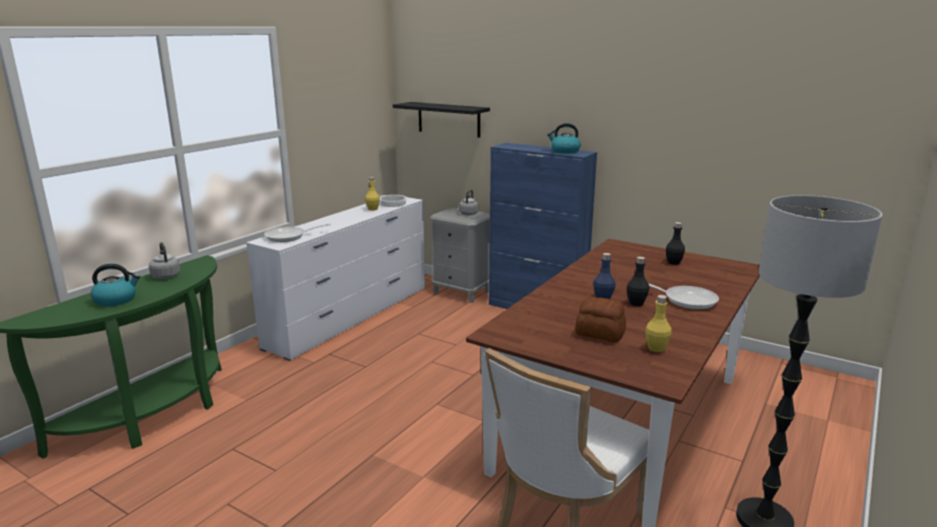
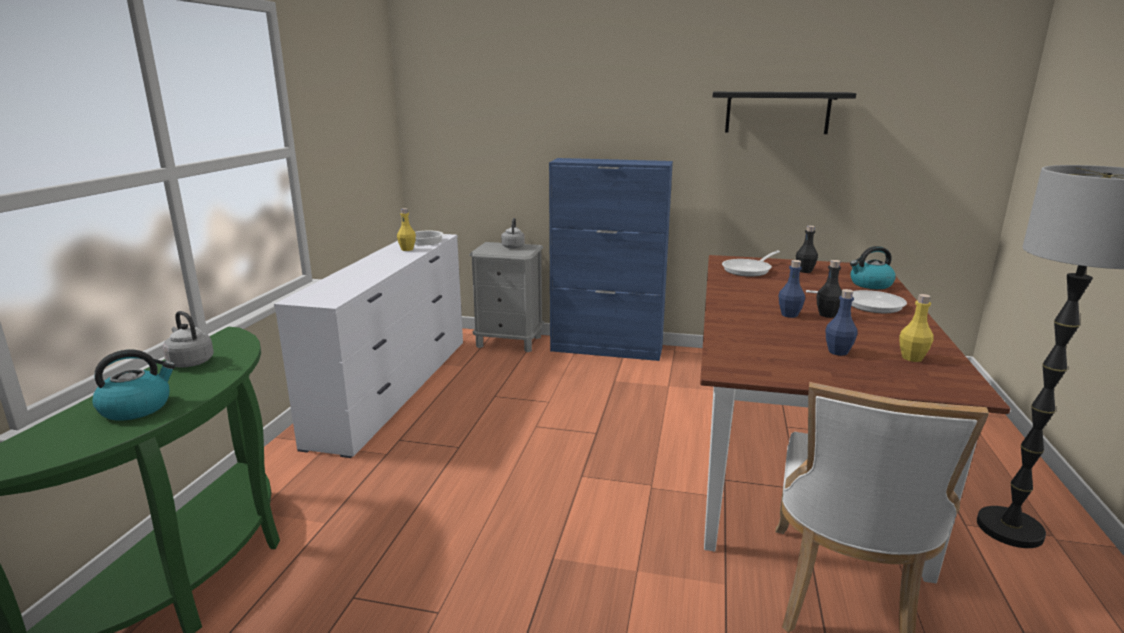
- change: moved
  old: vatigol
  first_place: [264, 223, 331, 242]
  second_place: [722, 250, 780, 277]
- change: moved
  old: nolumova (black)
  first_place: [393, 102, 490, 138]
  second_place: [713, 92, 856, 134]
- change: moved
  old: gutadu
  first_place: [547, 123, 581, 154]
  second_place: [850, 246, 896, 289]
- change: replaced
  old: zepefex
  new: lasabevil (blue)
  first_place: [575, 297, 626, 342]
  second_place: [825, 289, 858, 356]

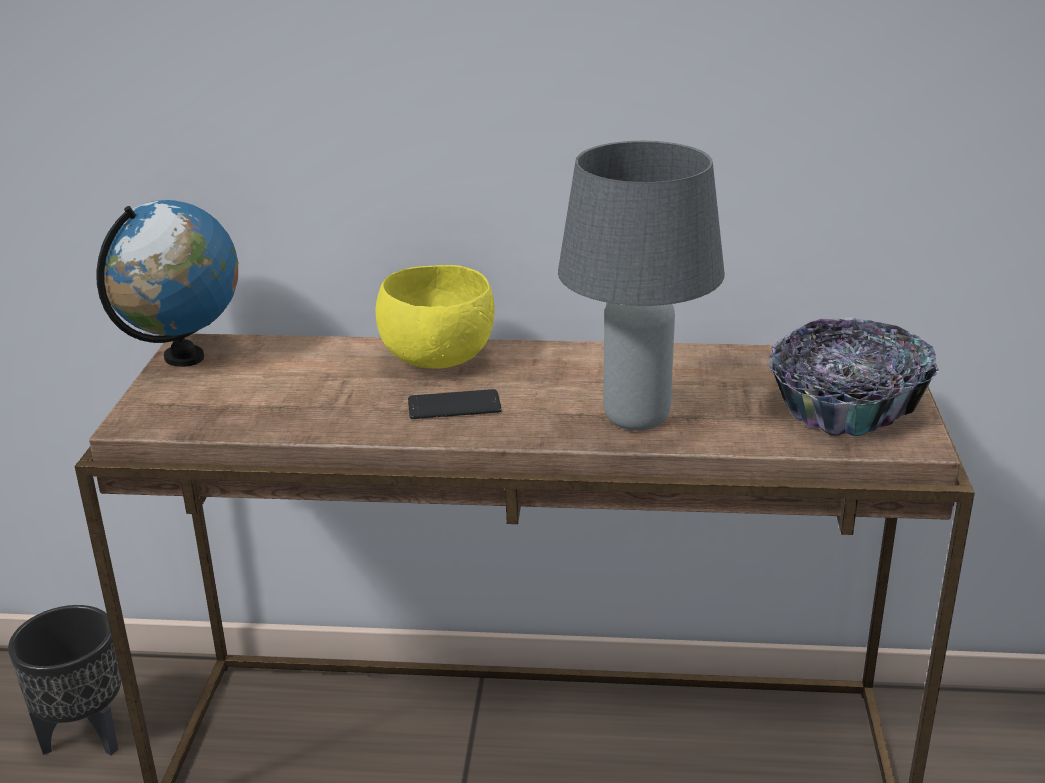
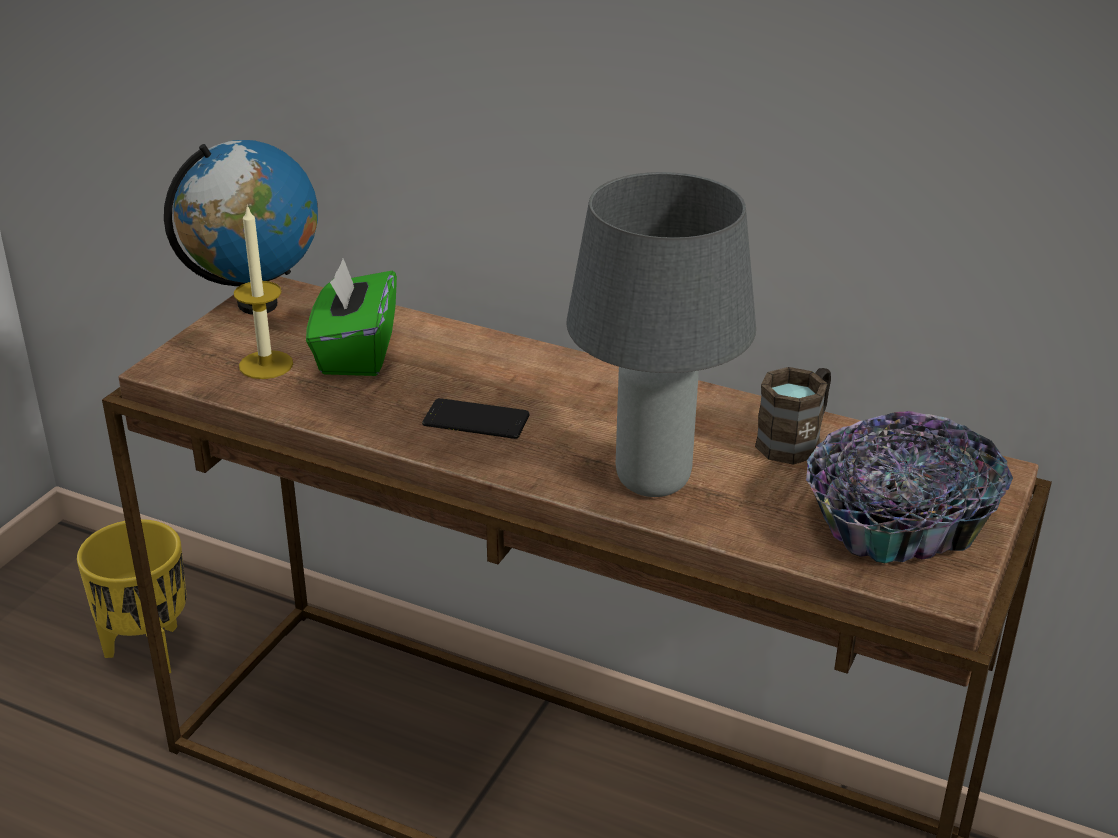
- change: removed
  old: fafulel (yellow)
  first_place: [376, 265, 495, 369]
- change: added
  new: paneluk
  second_place: [234, 204, 293, 379]
- change: added
  new: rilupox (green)
  second_place: [306, 259, 397, 376]
- change: added
  new: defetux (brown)
  second_place: [755, 367, 831, 464]
- change: recoloured
  old: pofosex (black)
  new: pofosex (yellow)
  first_place: [8, 605, 121, 755]
  second_place: [77, 519, 186, 674]

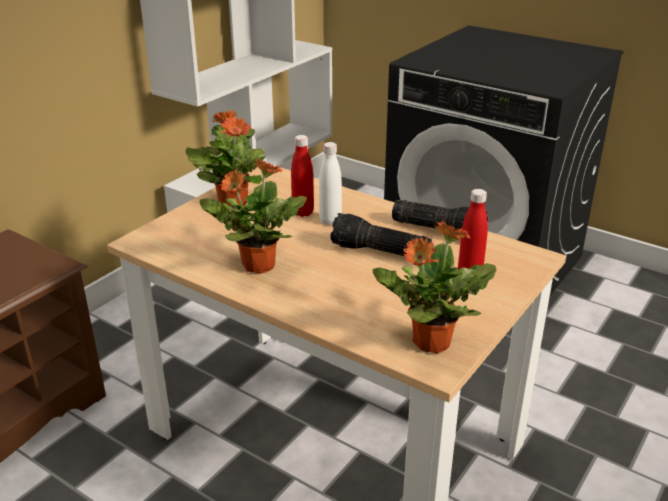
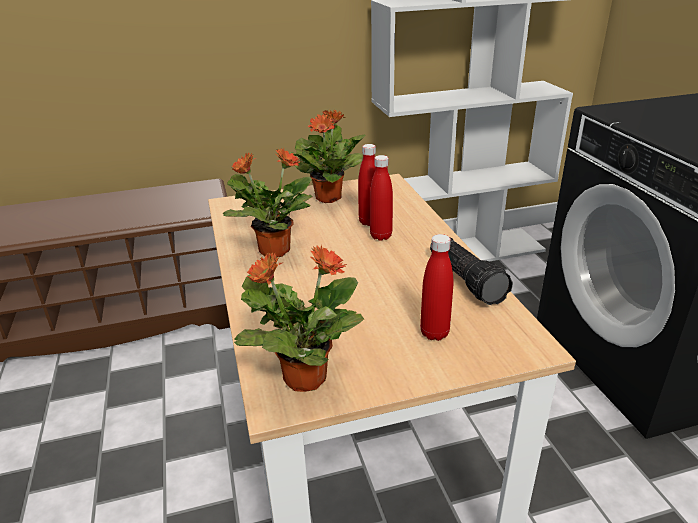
- change: removed
  old: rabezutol
  first_place: [331, 213, 432, 257]
- change: recoloured
  old: lasabevil (white)
  new: lasabevil (red)
  first_place: [319, 142, 342, 225]
  second_place: [370, 155, 393, 241]

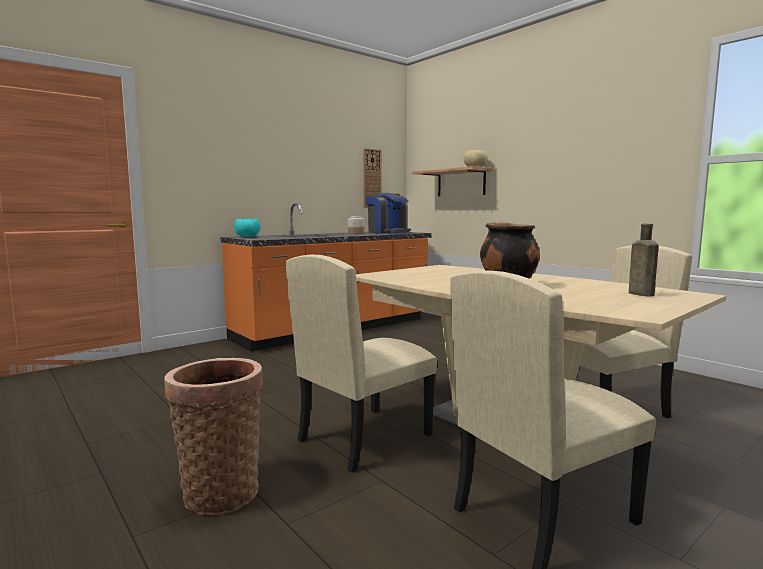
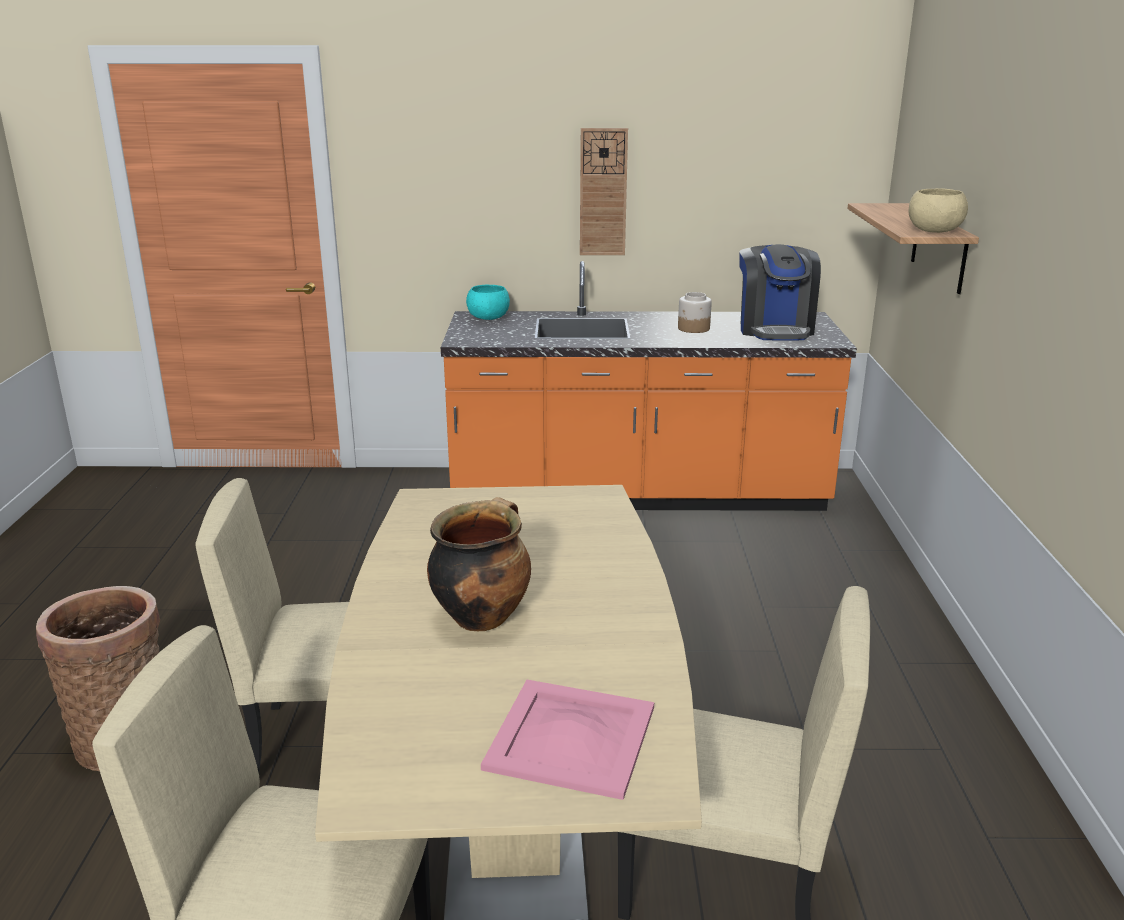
- change: moved
  old: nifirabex
  first_place: [363, 148, 381, 208]
  second_place: [580, 128, 628, 255]
- change: replaced
  old: lasabevil (brown)
  new: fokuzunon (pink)
  first_place: [629, 224, 659, 297]
  second_place: [481, 680, 654, 800]

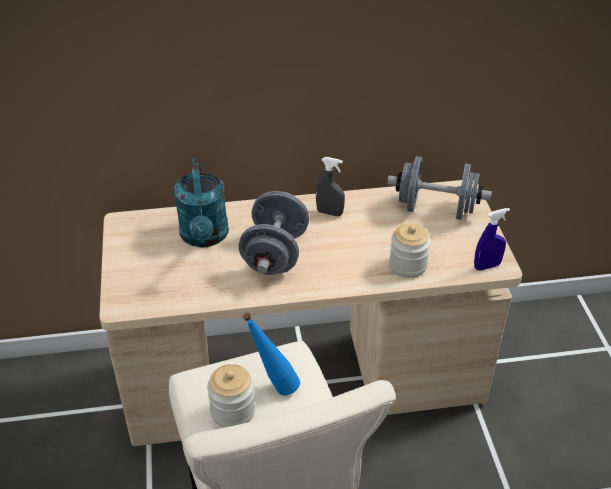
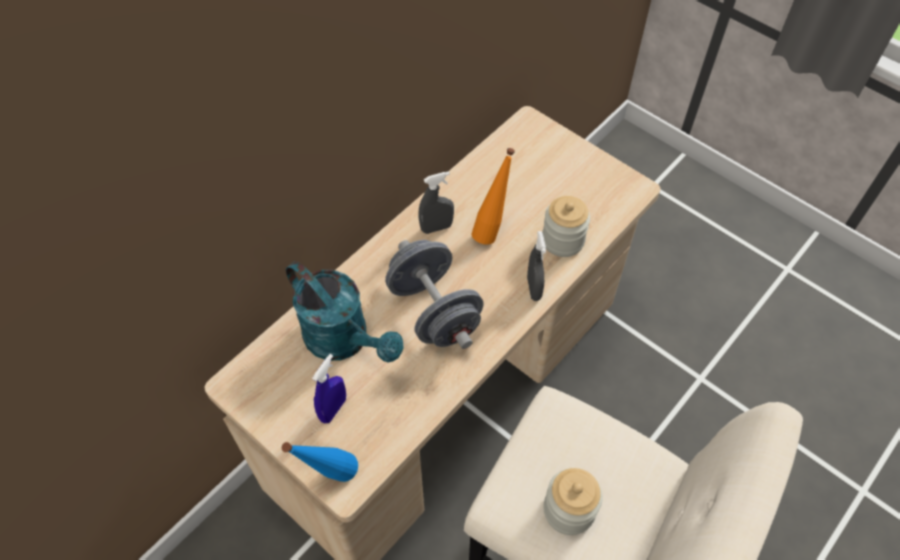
- change: removed
  old: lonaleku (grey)
  first_place: [387, 156, 492, 220]
- change: added
  new: lasabevil (orange)
  second_place: [471, 148, 515, 245]
- change: added
  new: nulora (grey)
  second_place: [527, 231, 546, 301]
- change: moved
  old: lasabevil (blue)
  first_place: [243, 313, 300, 395]
  second_place: [282, 442, 358, 482]
- change: moved
  old: nulora (blue)
  first_place: [474, 208, 510, 271]
  second_place: [312, 354, 346, 423]

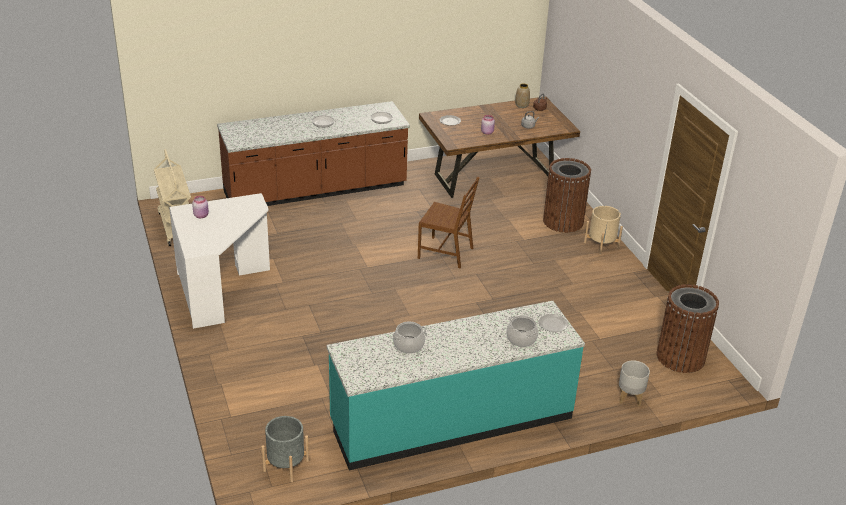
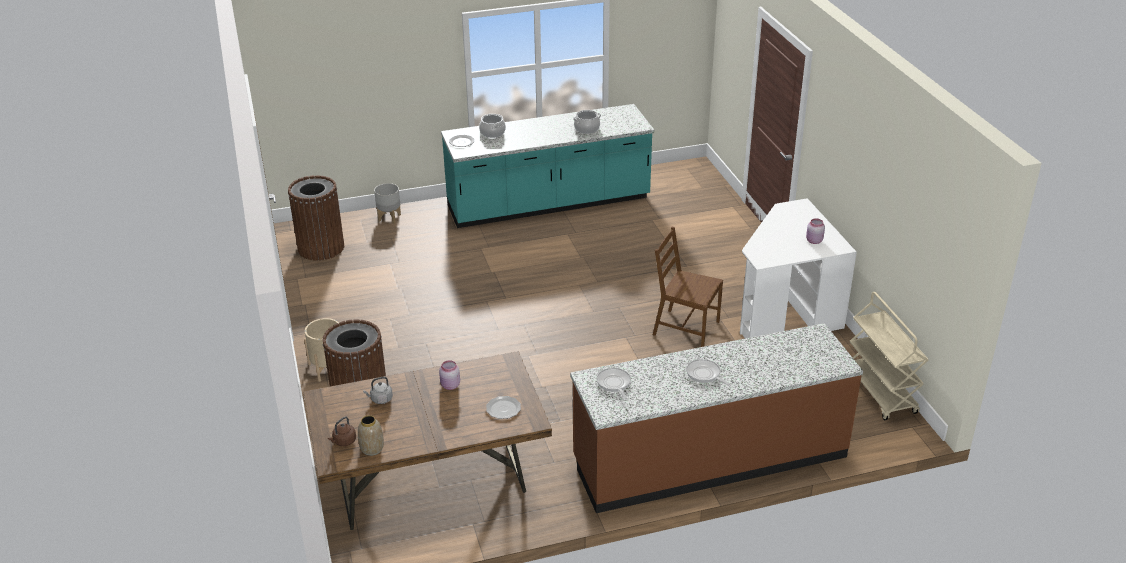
- change: removed
  old: pofosex (grey)
  first_place: [261, 416, 309, 482]
- change: moved
  old: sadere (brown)
  first_place: [418, 177, 480, 268]
  second_place: [653, 227, 723, 347]

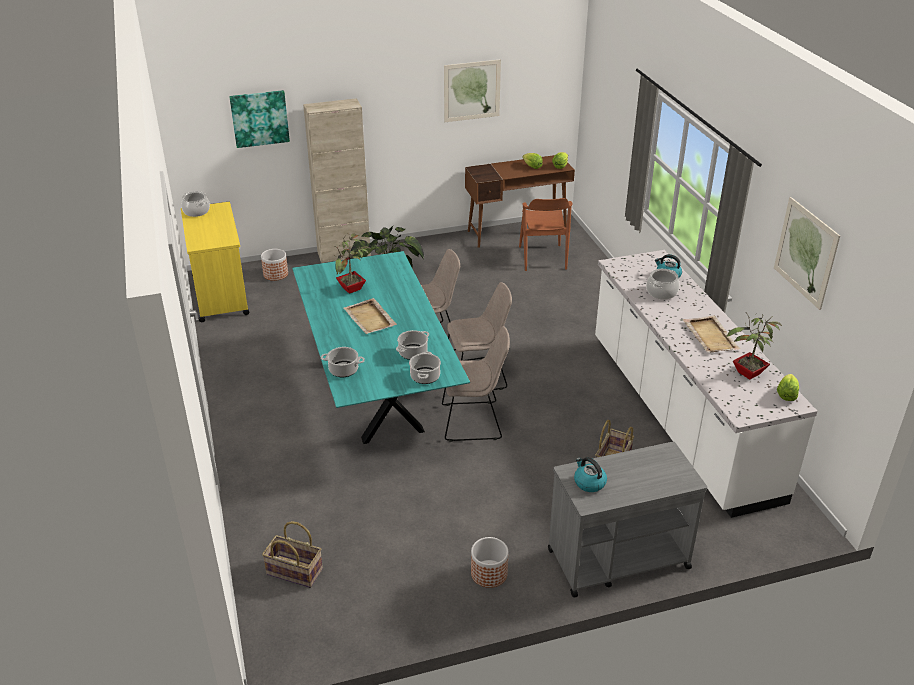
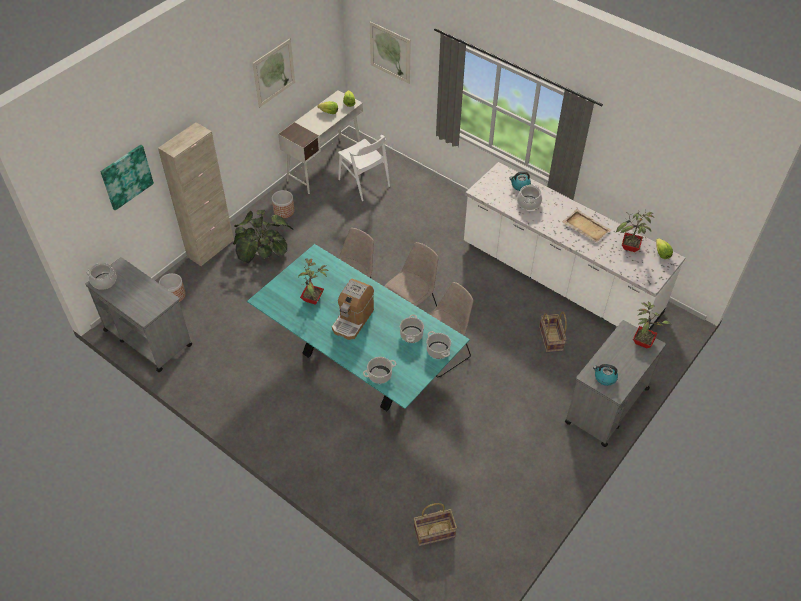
- change: added
  new: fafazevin
  second_place: [633, 302, 671, 348]
- change: moved
  old: pofosex
  first_place: [471, 537, 509, 588]
  second_place: [272, 190, 294, 218]
- change: moved
  old: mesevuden
  first_place: [774, 197, 840, 310]
  second_place: [370, 21, 411, 84]
- change: replaced
  old: fokuzunon (beige)
  new: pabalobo
  first_place: [343, 298, 397, 334]
  second_place: [332, 278, 374, 340]
- change: recoloured
  old: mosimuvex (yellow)
  new: mosimuvex (grey)
  first_place: [181, 202, 250, 322]
  second_place: [86, 257, 192, 372]
- change: recoloured
  old: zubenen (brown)
  new: zubenen (white)
  first_place: [465, 155, 575, 248]
  second_place: [278, 90, 363, 194]
- change: recoloured
  old: sadere (brown)
  new: sadere (white)
  first_place: [519, 198, 573, 271]
  second_place: [338, 135, 390, 201]

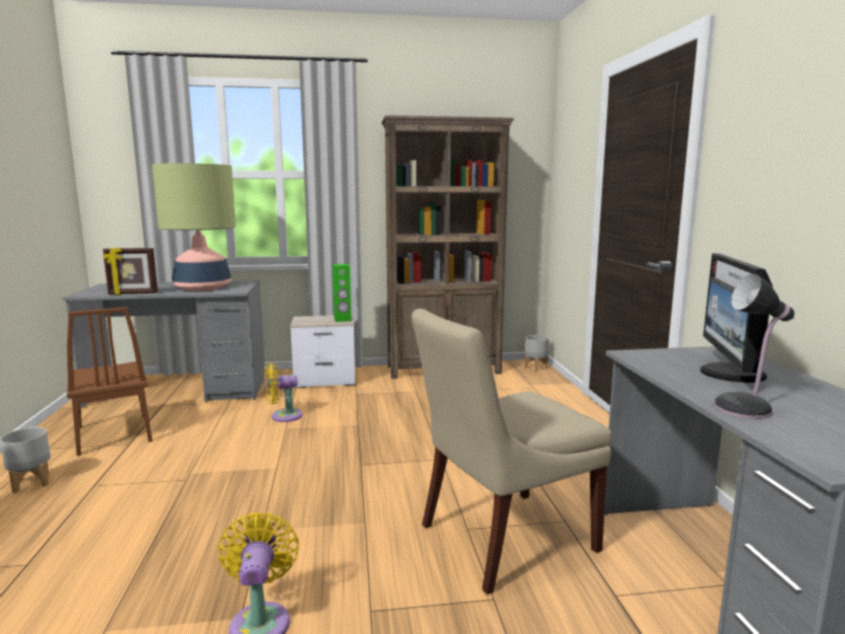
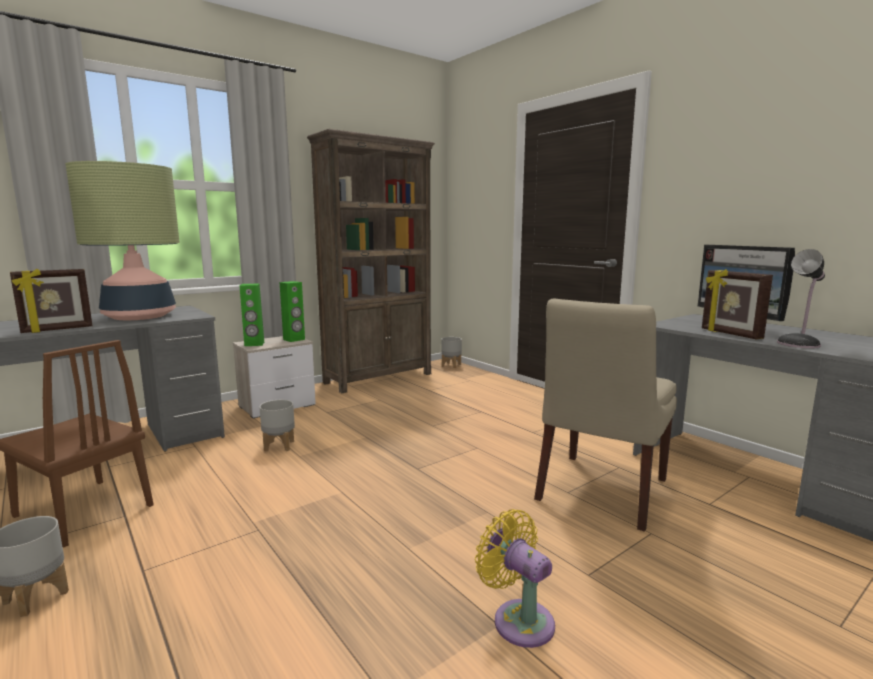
- change: added
  new: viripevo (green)
  second_place: [239, 284, 264, 346]
- change: added
  new: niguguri
  second_place: [702, 269, 773, 339]
- change: replaced
  old: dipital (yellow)
  new: pofosex (grey)
  first_place: [264, 363, 303, 422]
  second_place: [259, 400, 295, 452]

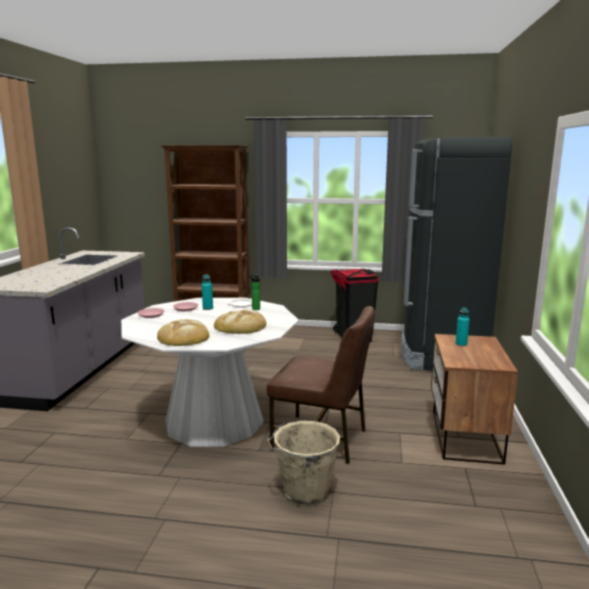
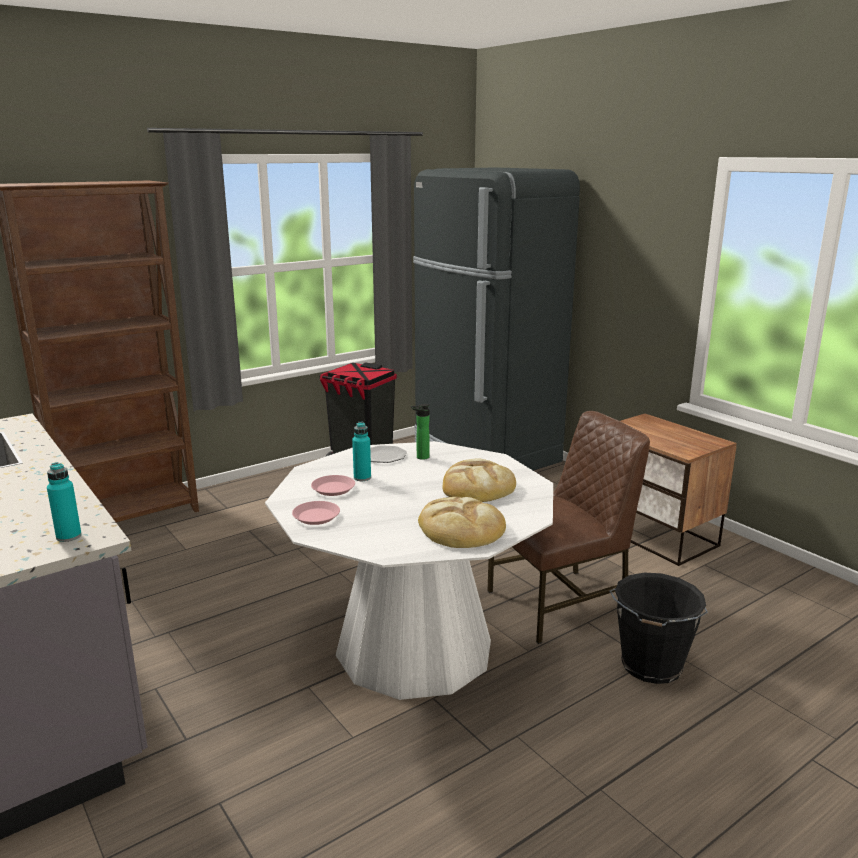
- change: moved
  old: lasabevil (turquoise)
  first_place: [456, 308, 470, 346]
  second_place: [47, 462, 82, 542]
- change: recoloured
  old: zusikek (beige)
  new: zusikek (black)
  first_place: [266, 421, 340, 507]
  second_place: [610, 573, 708, 684]

